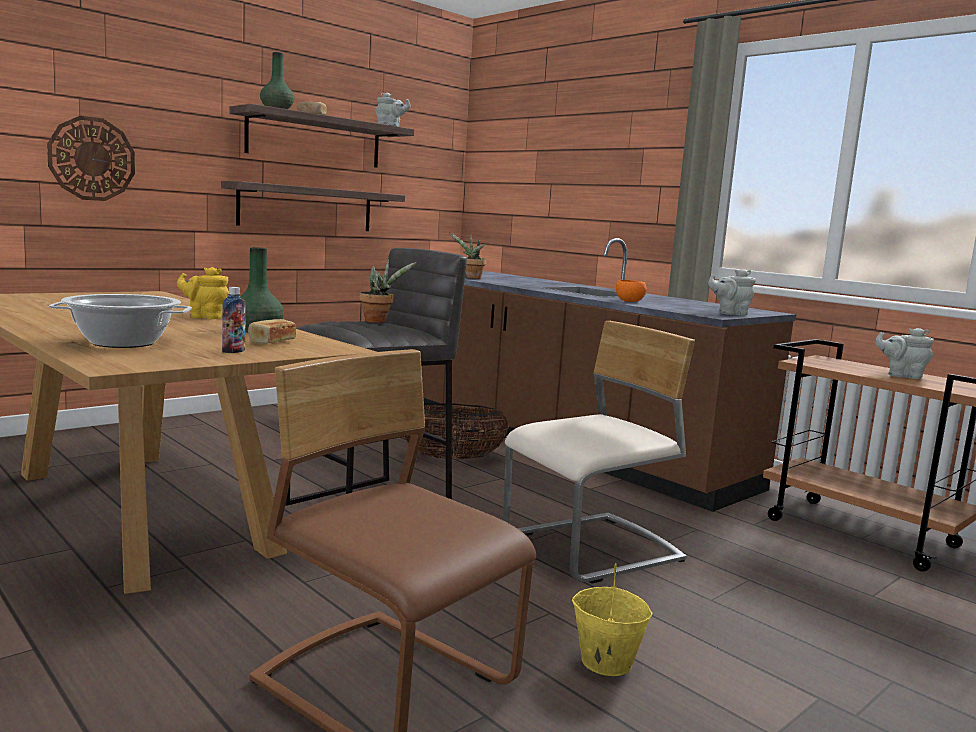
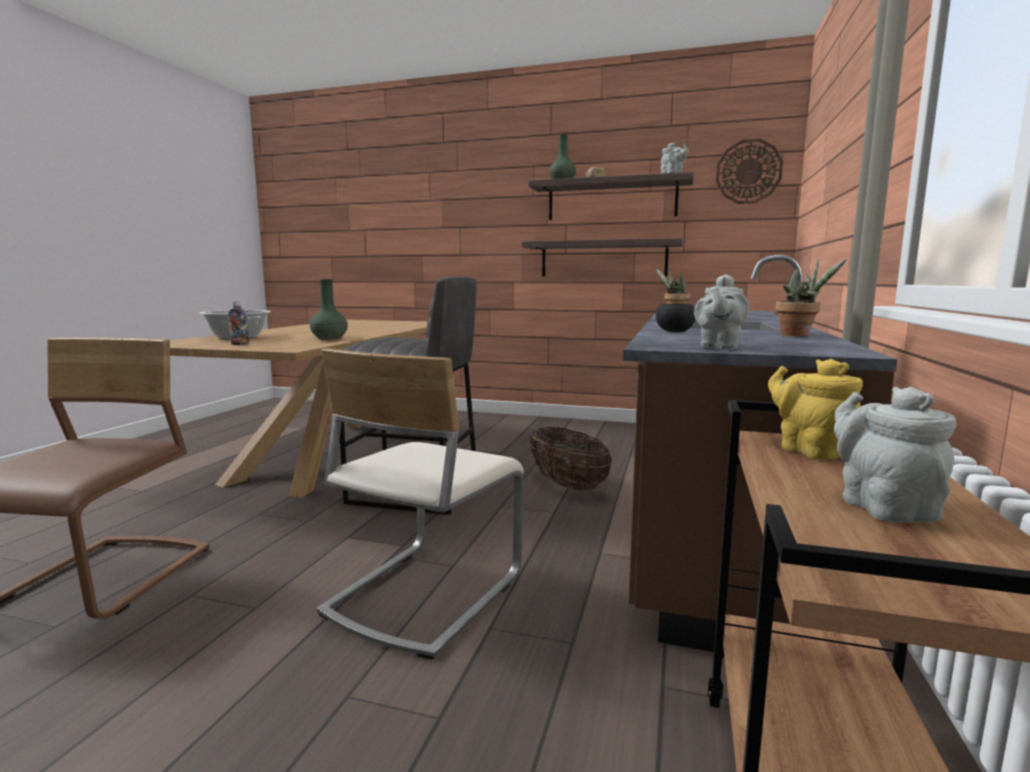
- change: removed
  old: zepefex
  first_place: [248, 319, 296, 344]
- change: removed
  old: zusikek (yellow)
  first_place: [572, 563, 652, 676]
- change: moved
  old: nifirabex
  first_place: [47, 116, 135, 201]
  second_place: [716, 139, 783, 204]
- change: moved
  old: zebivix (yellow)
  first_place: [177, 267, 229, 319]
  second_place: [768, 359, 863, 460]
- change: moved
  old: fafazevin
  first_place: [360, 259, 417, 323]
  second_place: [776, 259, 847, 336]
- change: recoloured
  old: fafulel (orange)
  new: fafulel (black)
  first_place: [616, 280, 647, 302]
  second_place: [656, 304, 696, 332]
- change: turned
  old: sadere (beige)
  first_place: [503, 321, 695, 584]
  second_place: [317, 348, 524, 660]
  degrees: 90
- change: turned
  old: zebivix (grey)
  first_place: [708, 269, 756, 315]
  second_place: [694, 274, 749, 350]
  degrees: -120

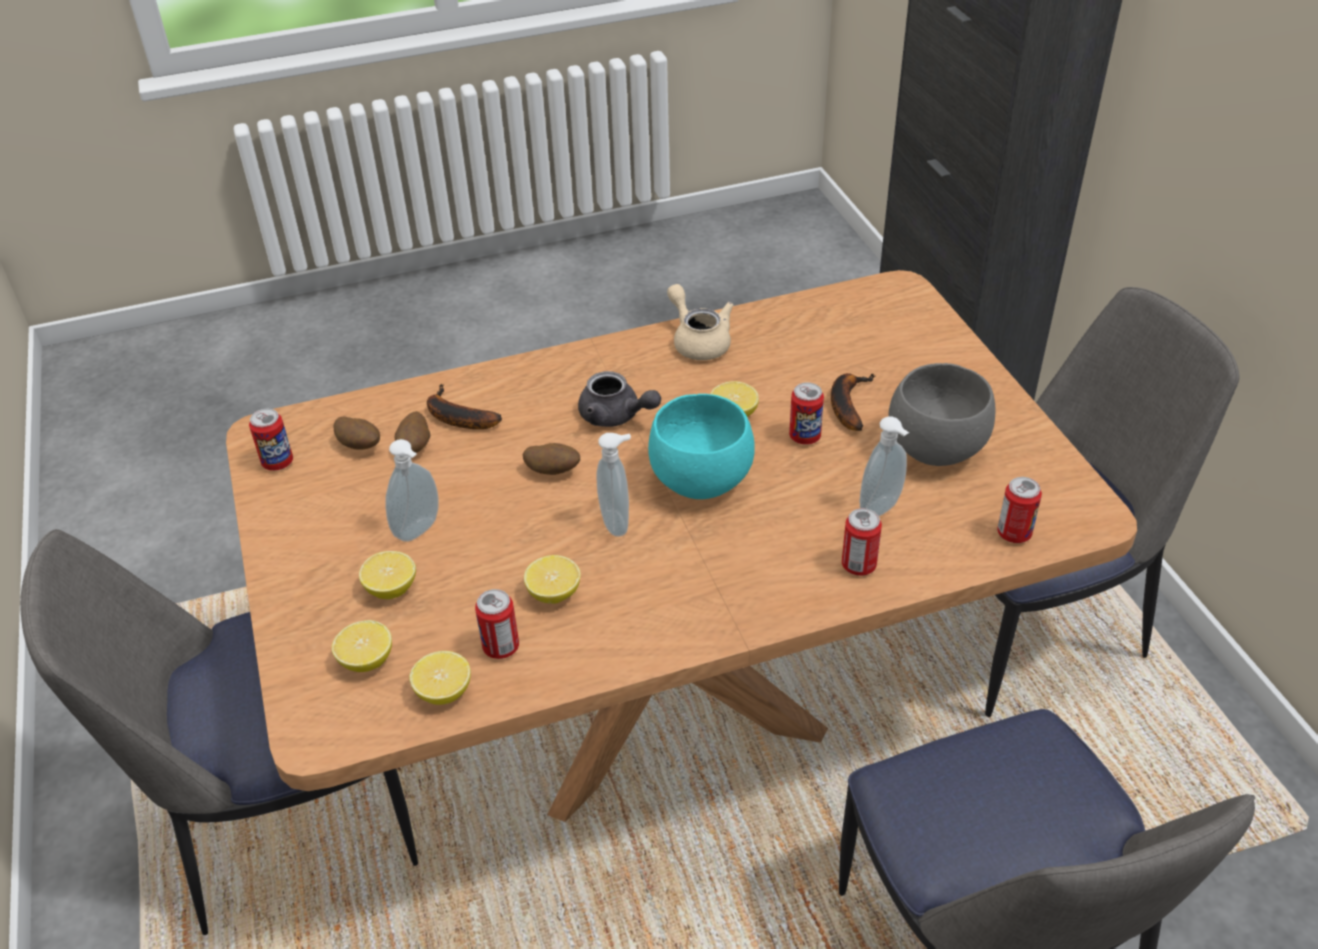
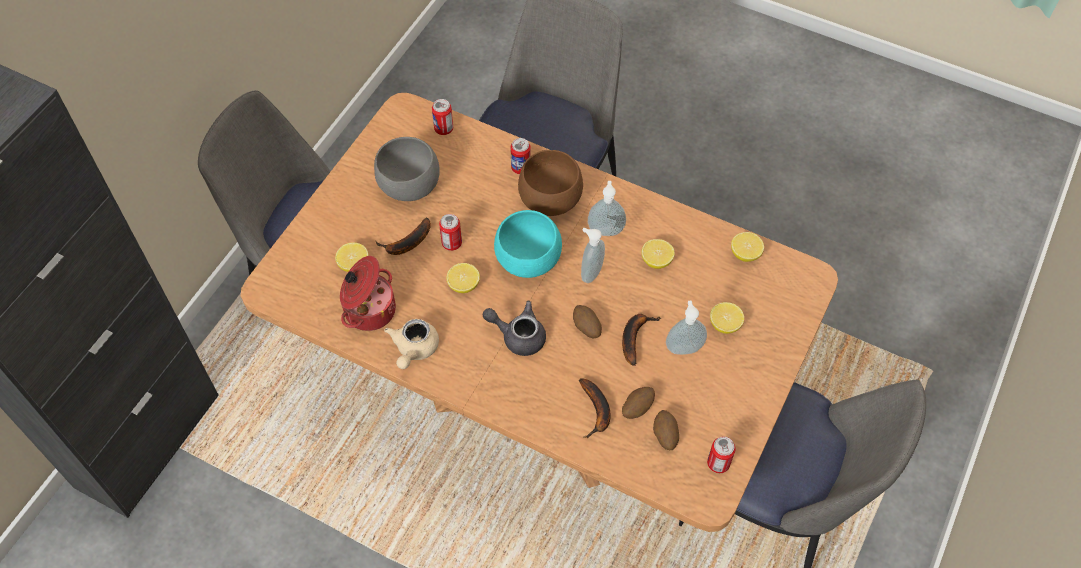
- change: removed
  old: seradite
  first_place: [475, 589, 519, 659]
- change: added
  new: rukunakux
  second_place: [340, 256, 396, 331]
- change: added
  new: fafulel (brown)
  second_place: [518, 150, 583, 216]
- change: added
  new: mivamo
  second_place: [622, 314, 661, 366]
- change: moved
  old: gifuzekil
  first_place: [332, 620, 392, 672]
  second_place: [335, 242, 369, 272]
- change: moved
  old: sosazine
  first_place: [859, 417, 909, 516]
  second_place: [588, 181, 626, 236]
- change: turned
  old: zebivix (grey)
  first_place: [578, 371, 661, 427]
  second_place: [483, 301, 546, 356]
  degrees: -60

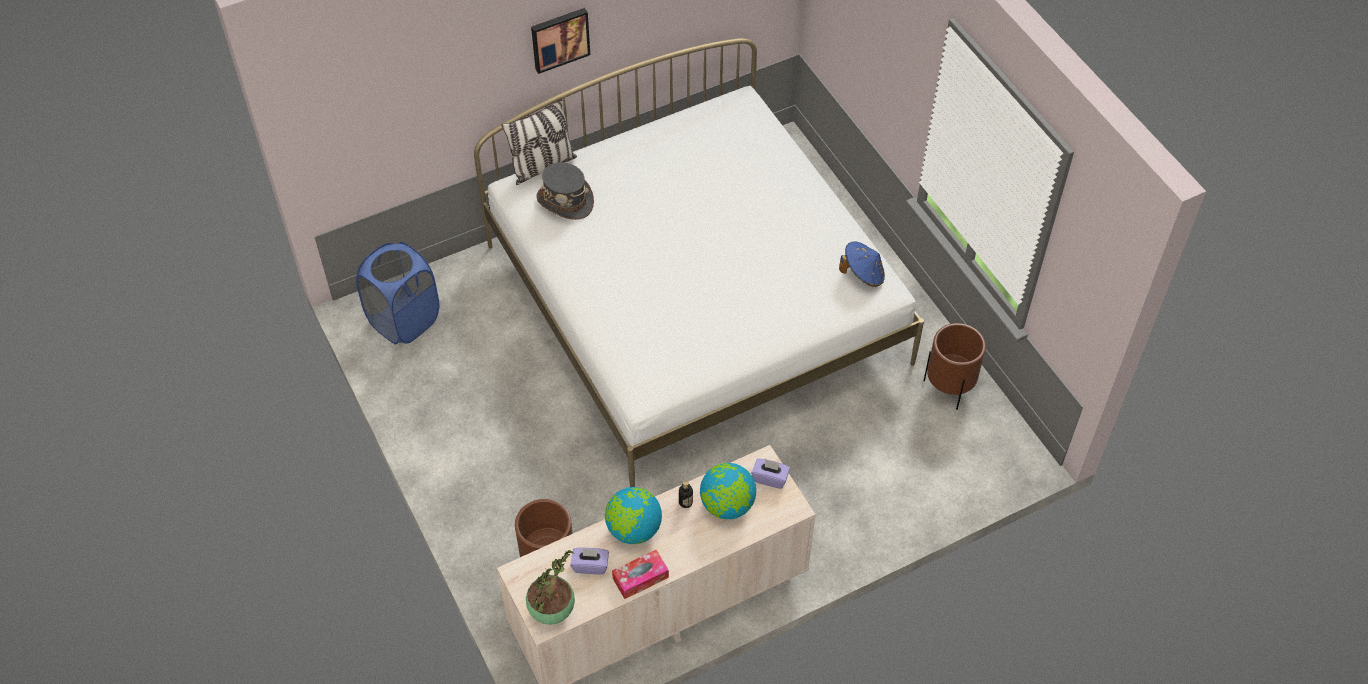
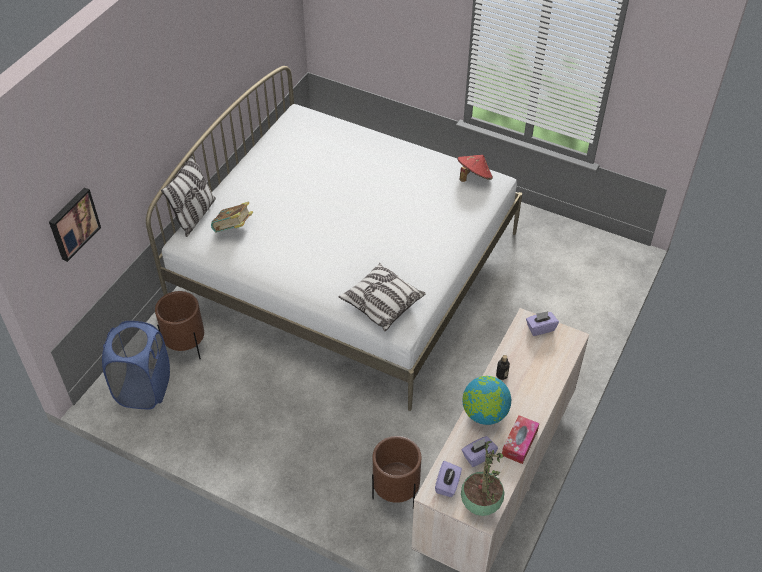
- change: removed
  old: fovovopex
  first_place: [700, 463, 756, 519]
- change: added
  new: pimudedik
  second_place: [338, 263, 426, 331]
- change: added
  new: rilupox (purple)
  second_place: [435, 461, 462, 497]
- change: moved
  old: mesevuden
  first_place: [531, 8, 590, 74]
  second_place: [49, 187, 101, 262]
- change: moved
  old: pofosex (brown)
  first_place: [924, 323, 986, 410]
  second_place: [155, 291, 204, 359]
- change: replaced
  old: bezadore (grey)
  new: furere
  first_place: [536, 162, 594, 220]
  second_place: [211, 202, 253, 233]
- change: recoloured
  old: bezadore (blue)
  new: bezadore (red)
  first_place: [839, 241, 885, 287]
  second_place: [457, 155, 493, 182]

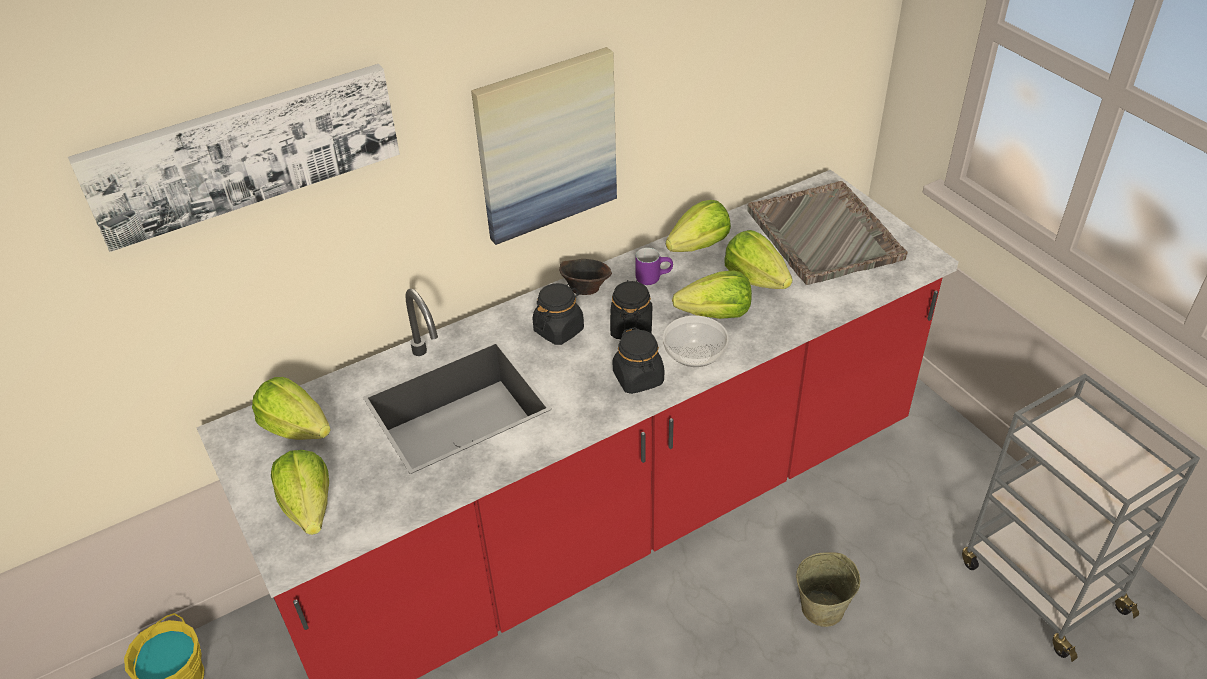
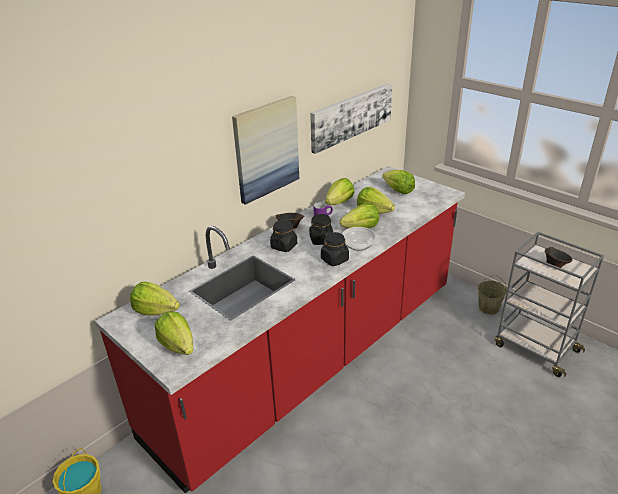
- change: added
  new: fafulel (brown)
  second_place: [545, 247, 572, 268]
- change: moved
  old: mesevuden
  first_place: [68, 64, 400, 252]
  second_place: [310, 83, 392, 154]
- change: moved
  old: zusikek (beige)
  first_place: [796, 553, 860, 627]
  second_place: [478, 275, 507, 314]
- change: replaced
  old: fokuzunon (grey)
  new: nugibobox
  first_place: [747, 181, 908, 285]
  second_place: [383, 170, 415, 194]

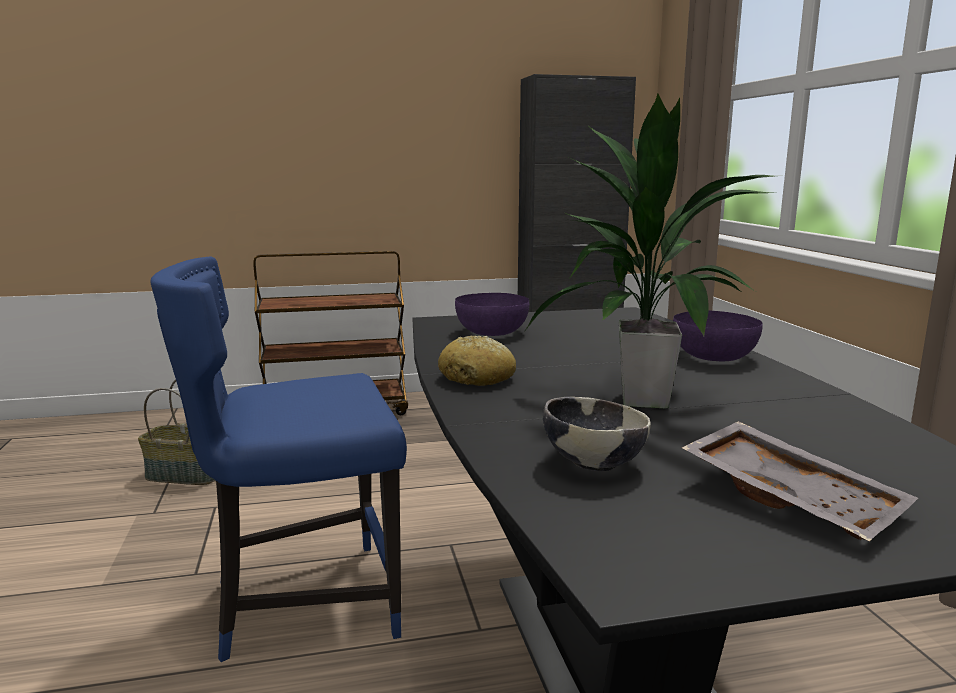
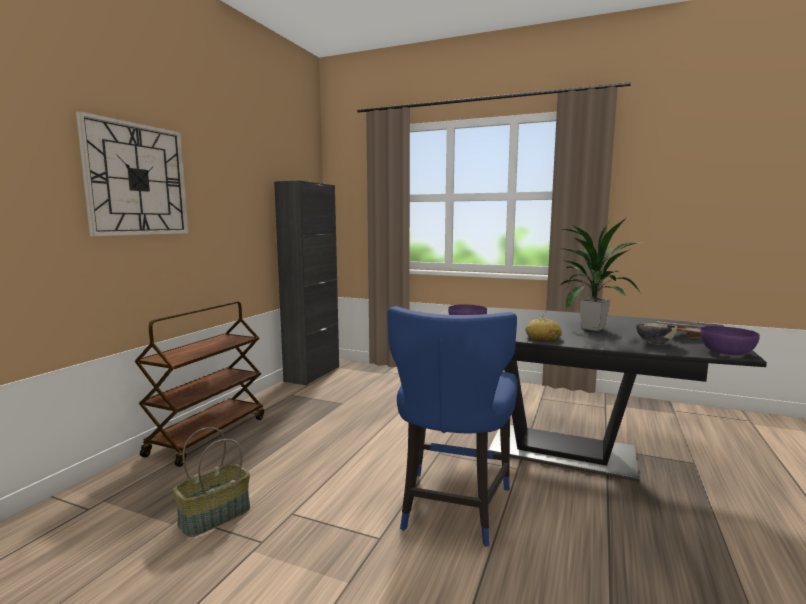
- change: added
  new: nifirabex
  second_place: [76, 111, 188, 236]
- change: moved
  old: fafulel (purple)
  first_place: [673, 311, 763, 361]
  second_place: [700, 326, 760, 355]

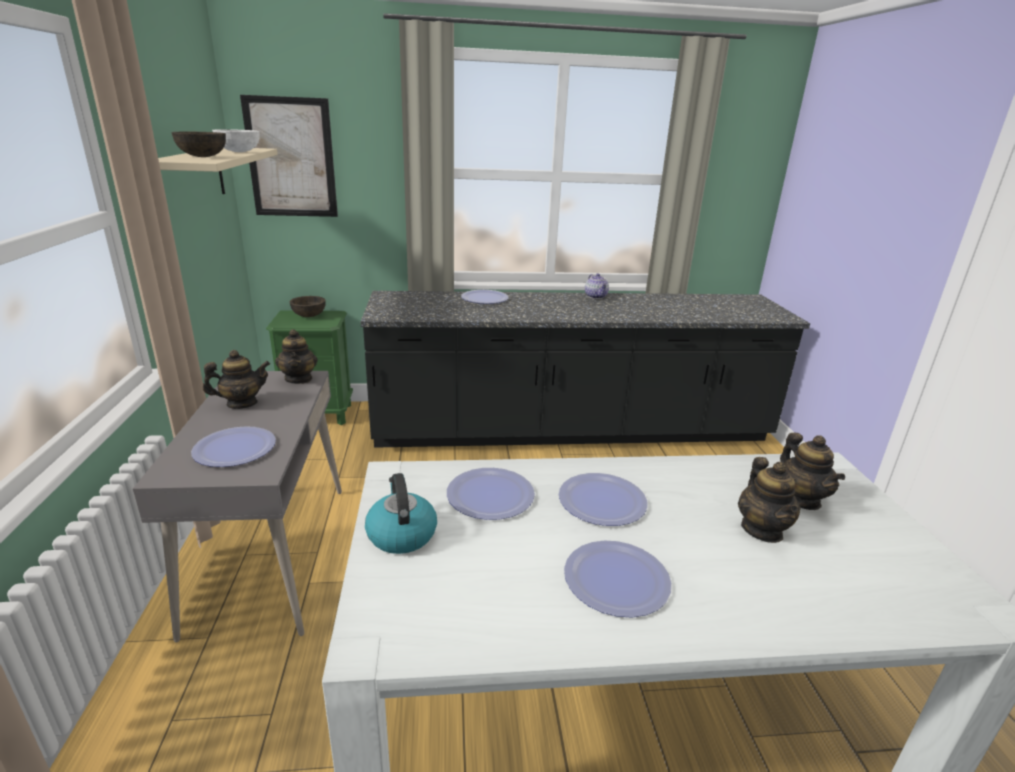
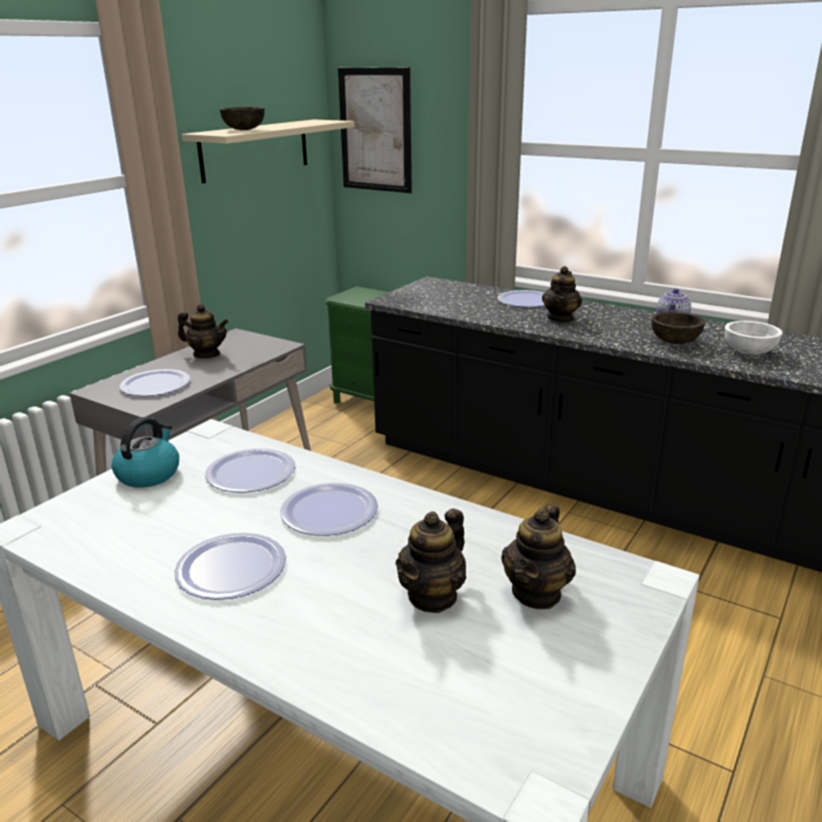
- change: moved
  old: fafulel (white)
  first_place: [212, 129, 260, 152]
  second_place: [725, 321, 783, 355]
- change: moved
  old: zebivix
  first_place: [275, 329, 318, 384]
  second_place: [542, 266, 582, 322]
- change: moved
  old: fafulel (brown)
  first_place: [290, 296, 326, 317]
  second_place: [652, 312, 705, 344]

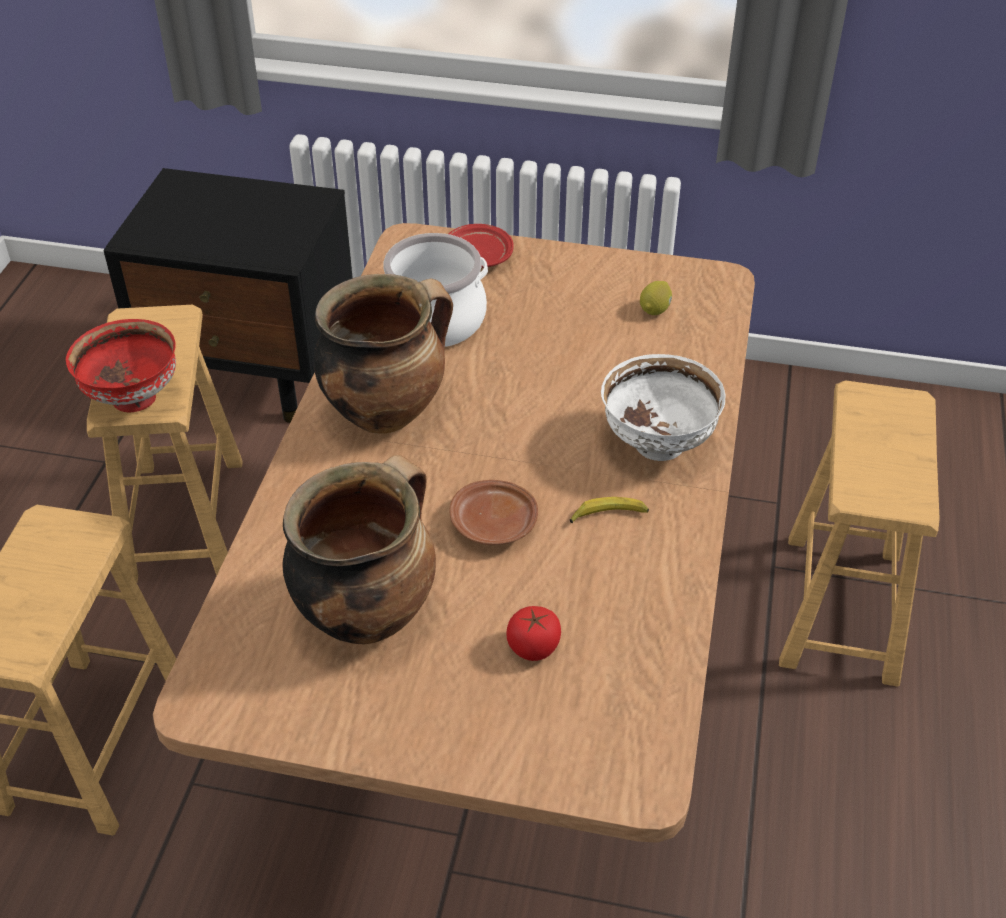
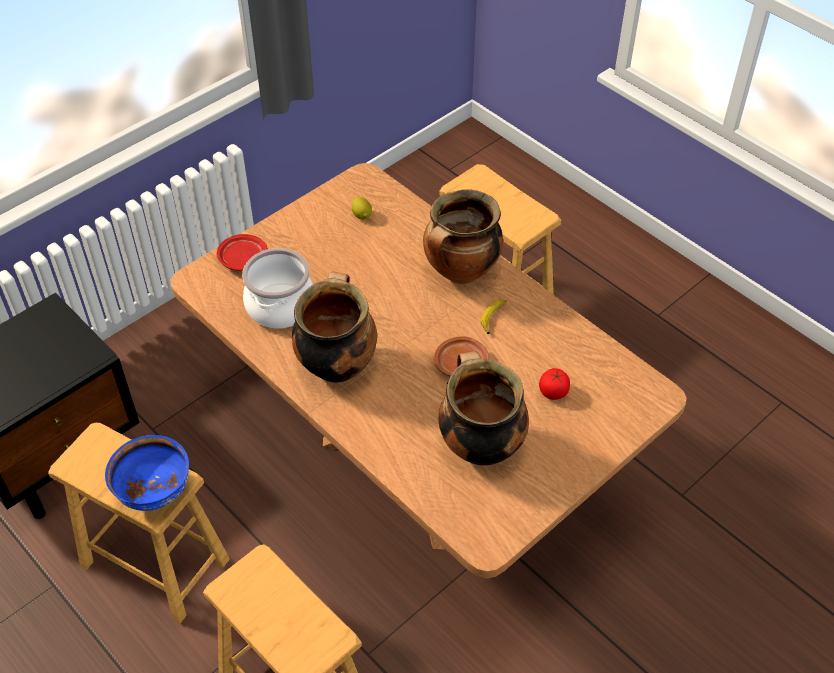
- change: replaced
  old: fafulel (white)
  new: rukunakux
  first_place: [601, 354, 725, 461]
  second_place: [423, 189, 503, 284]
- change: recoloured
  old: fafulel (red)
  new: fafulel (blue)
  first_place: [66, 319, 176, 412]
  second_place: [105, 435, 189, 511]

